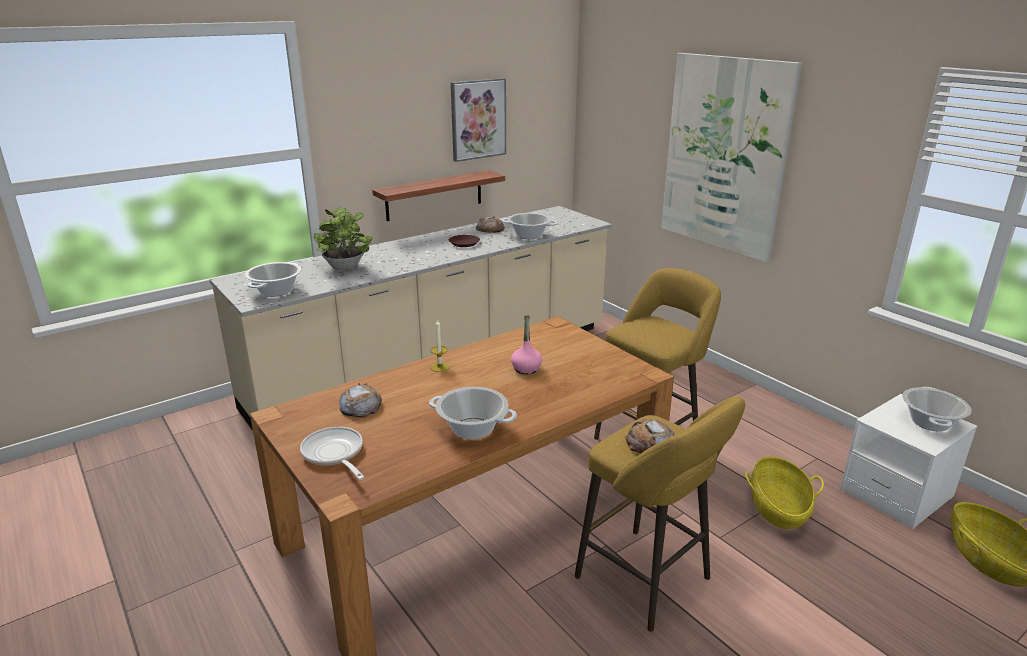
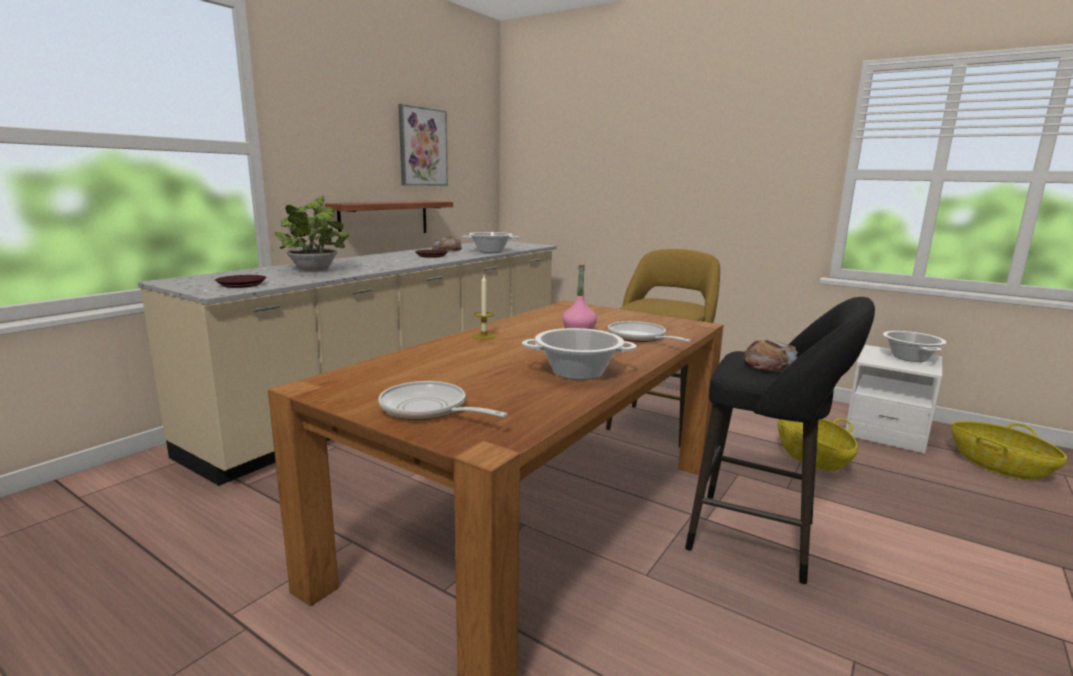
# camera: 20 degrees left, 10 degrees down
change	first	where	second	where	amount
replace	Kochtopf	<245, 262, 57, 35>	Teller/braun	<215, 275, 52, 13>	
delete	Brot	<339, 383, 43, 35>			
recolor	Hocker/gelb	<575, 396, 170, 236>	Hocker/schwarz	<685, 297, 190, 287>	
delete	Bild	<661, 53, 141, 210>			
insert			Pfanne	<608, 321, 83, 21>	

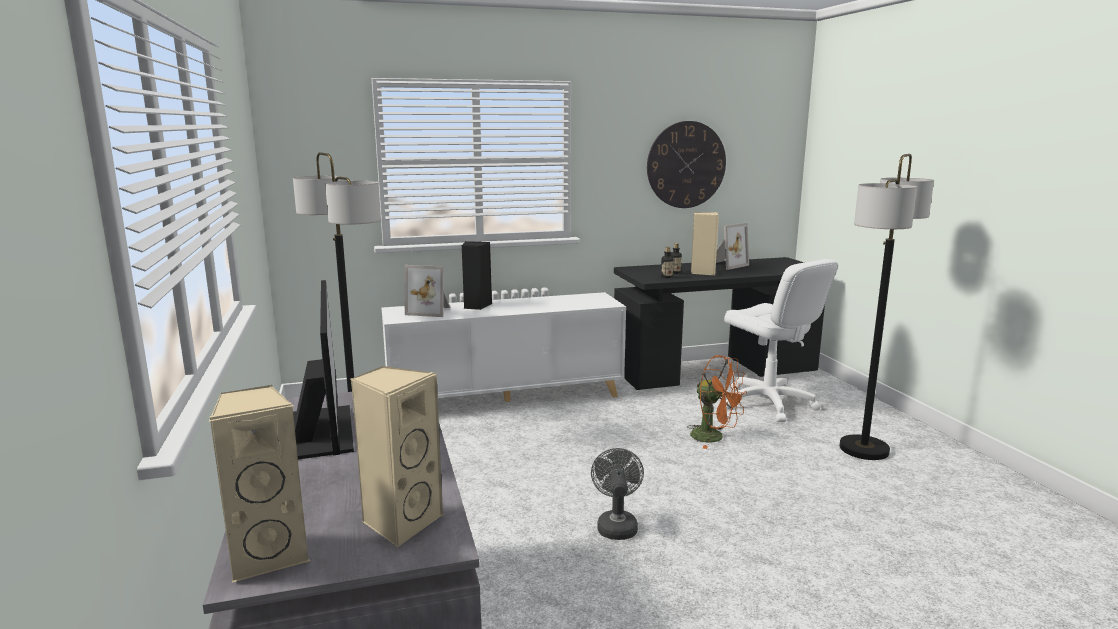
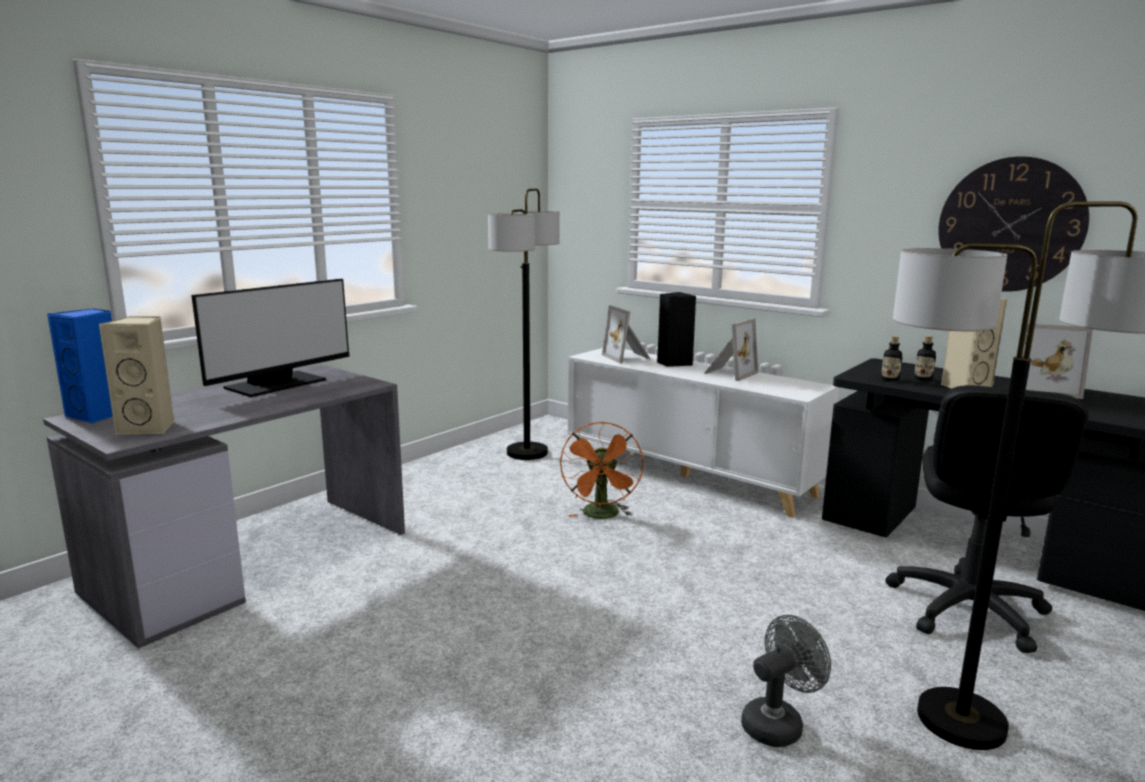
# camera: 55 degrees right, 0 degrees up
change	first	where	second	where	amount
recolor	Lautsprecher/beige	<209, 385, 101, 198>	Lautsprecher/blau	<47, 309, 66, 115>	
move	Ventilator/grau	<591, 448, 53, 92>		<741, 615, 90, 132>	
move	Ventilator/orange	<687, 355, 60, 94>		<560, 422, 83, 97>	
recolor	Bürostuhl/weiß	<724, 259, 114, 163>	Bürostuhl/schwarz	<885, 385, 204, 268>	
insert			Bilderrahmen	<704, 318, 54, 63>	

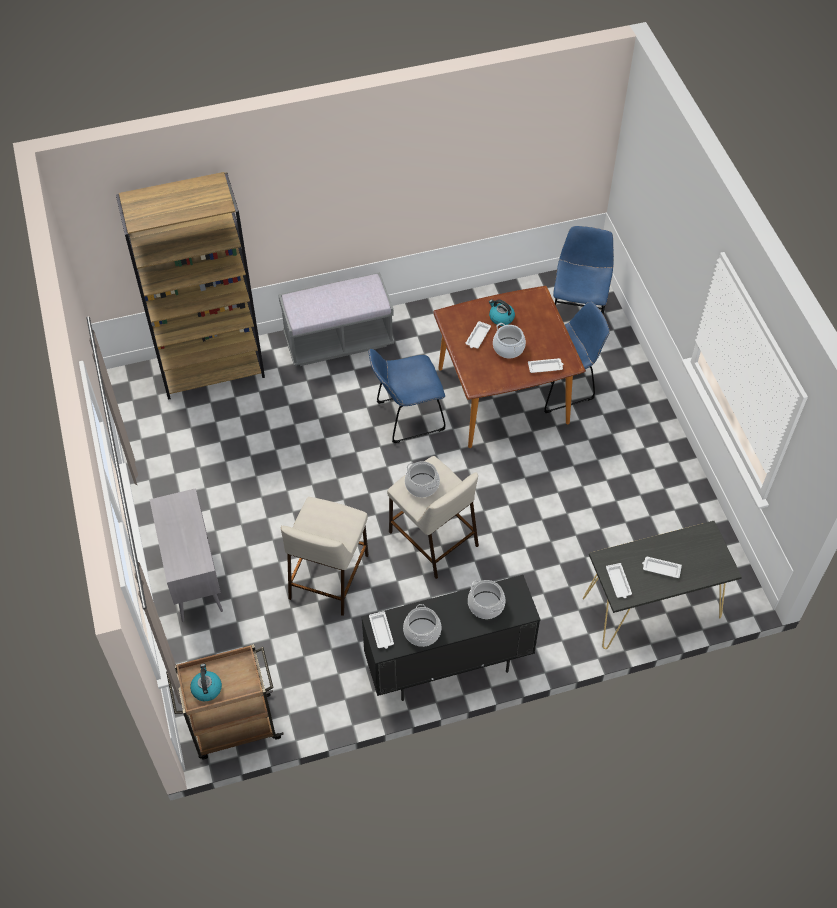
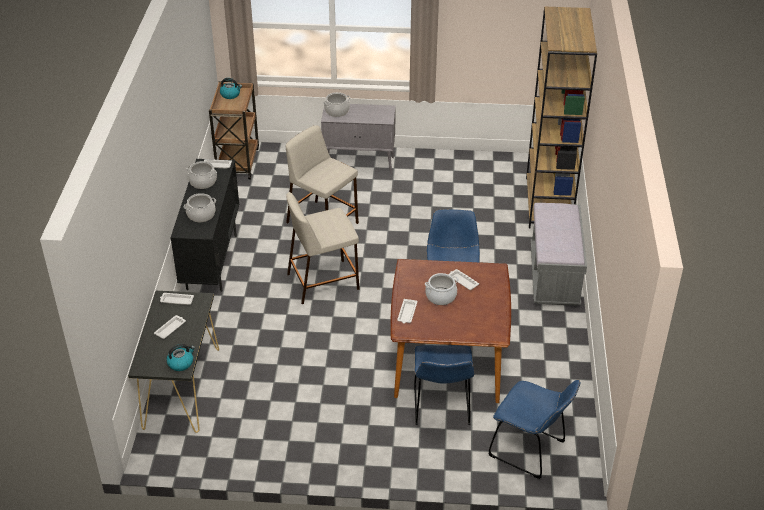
# camera: 110 degrees right, 15 degrees down
change	first	where	second	where	amount
move	Kochtopf	<405, 461, 35, 37>		<323, 92, 27, 25>	
move	Wasserkessel	<489, 299, 26, 27>		<166, 344, 29, 27>	

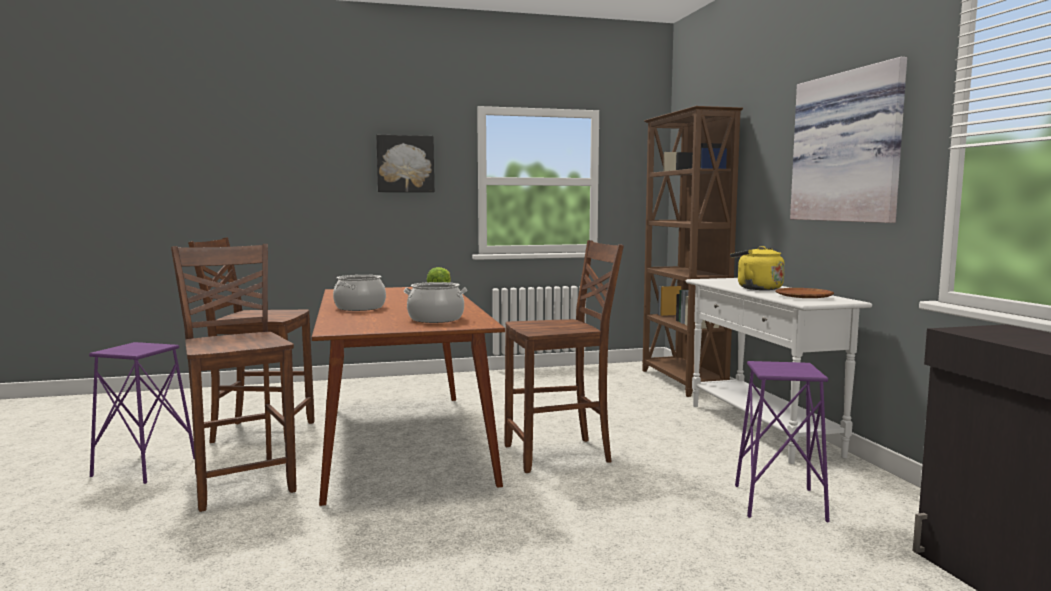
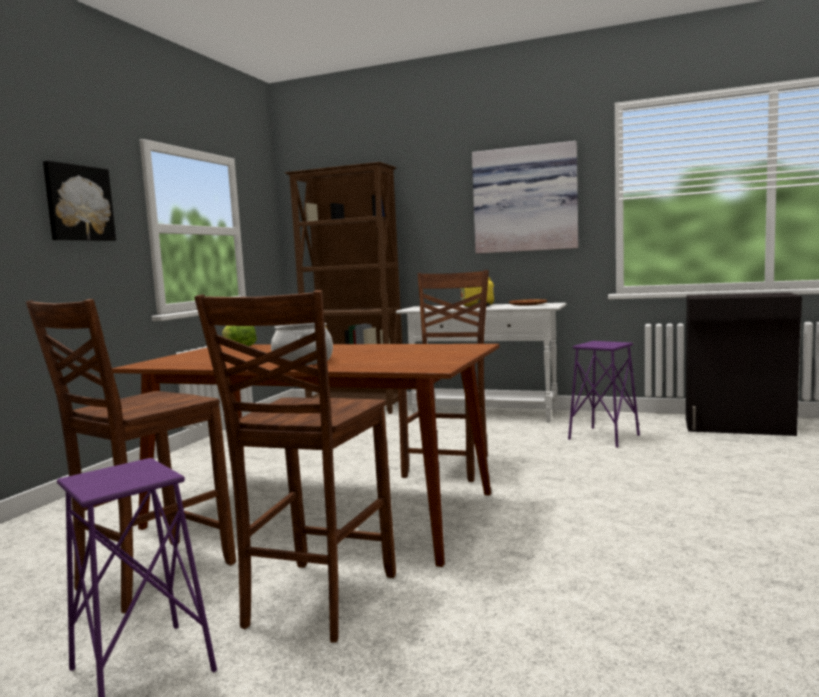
# camera: 55 degrees left, 0 degrees up
change	first	where	second	where	amount
rotate	Stuhl/braun	<171, 244, 125, 268>		<194, 290, 202, 353>	75 degrees counterclockwise
delete	Kochtopf	<403, 282, 64, 41>			

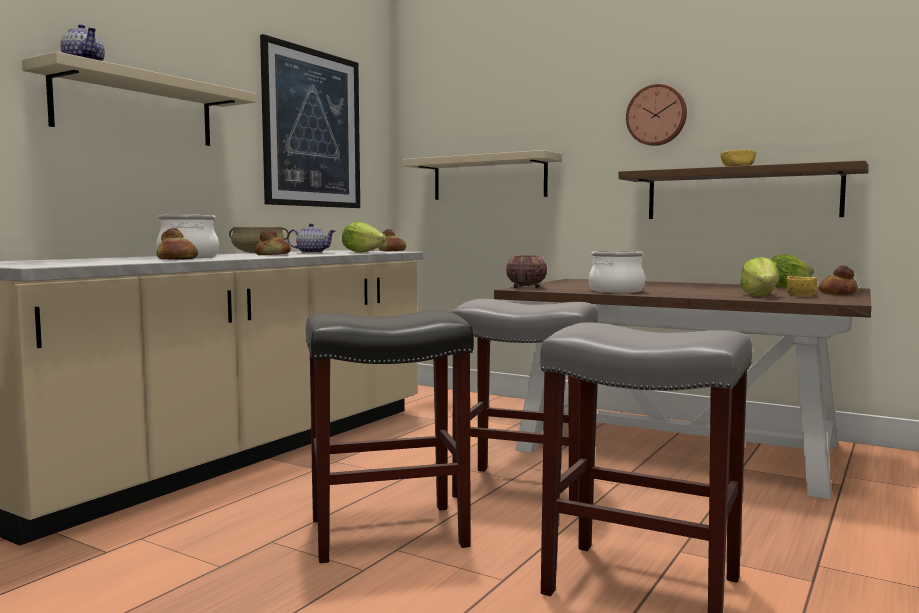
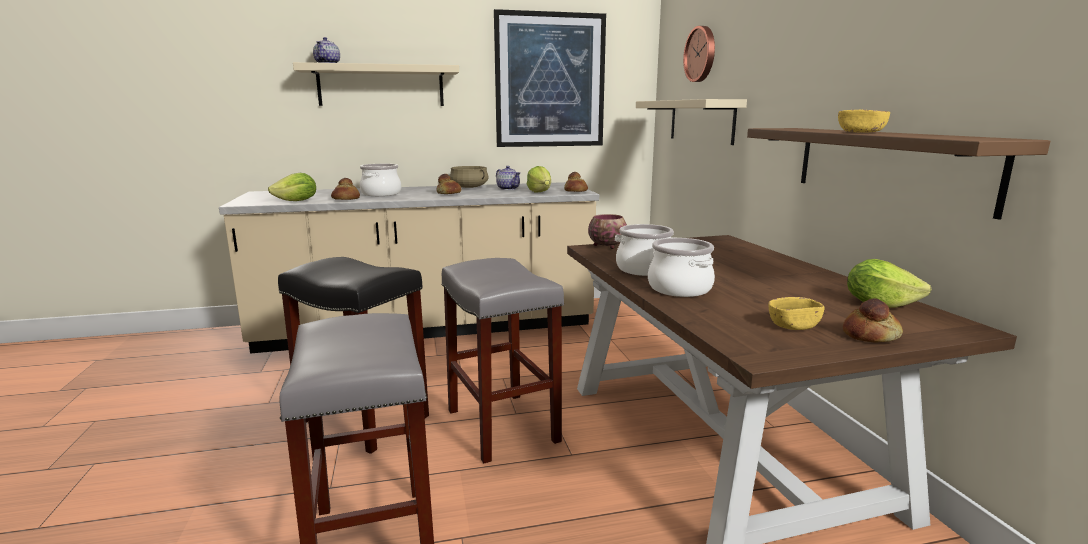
# camera: 45 degrees right, 10 degrees up
change	first	where	second	where	amount
move	Wanduhr	<626, 84, 61, 62>		<683, 26, 32, 56>	
move	Salatkopf	<740, 257, 39, 39>		<268, 173, 48, 28>	
insert			Kochtopf	<648, 238, 67, 59>	

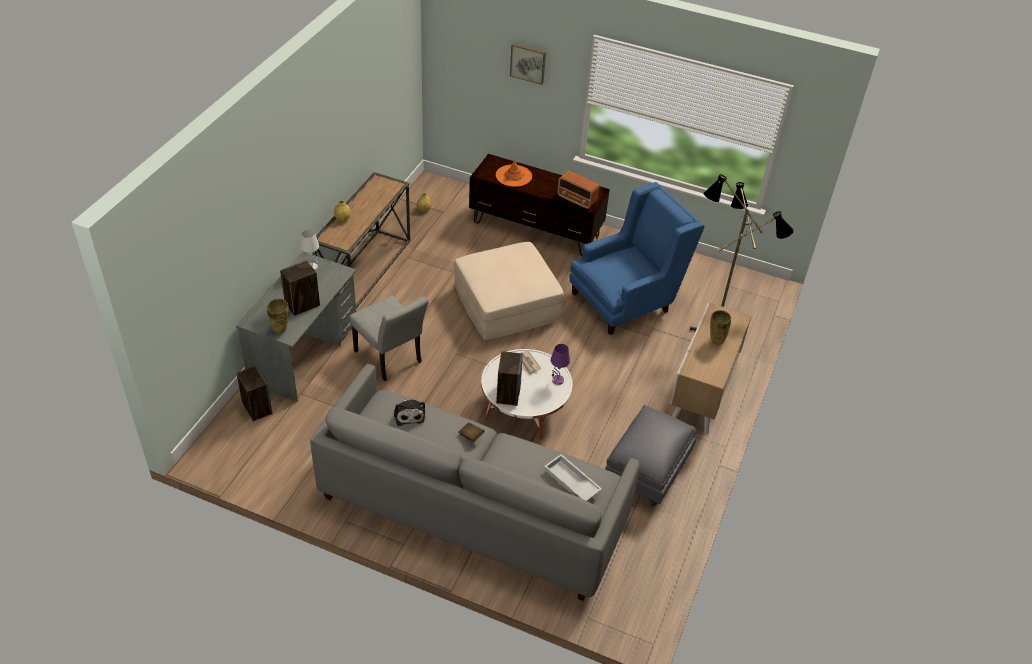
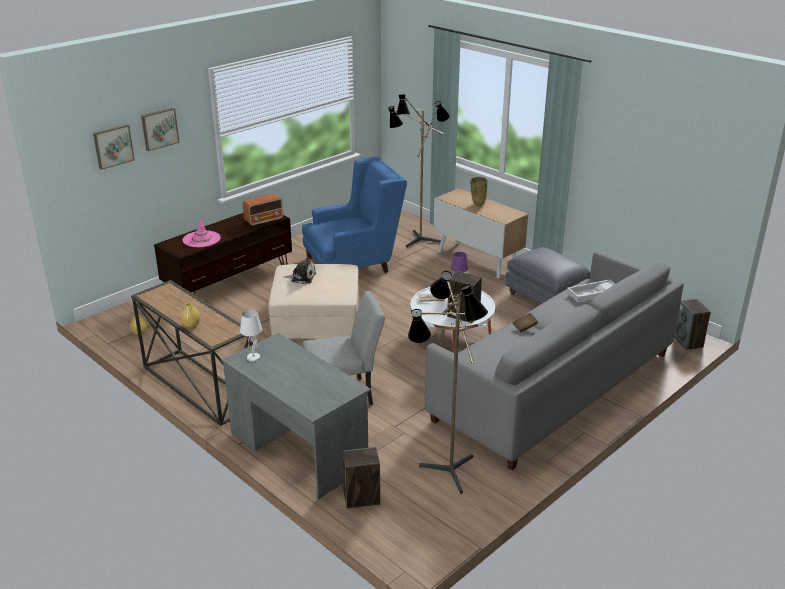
# camera: 65 degrees left, 15 degrees down
change	first	where	second	where	amount
delete	Vase/beige	<267, 299, 22, 34>			
move	Lautsprecher	<280, 260, 40, 56>		<674, 299, 37, 51>	
move	Plüschtier	<394, 398, 31, 28>		<284, 257, 32, 27>	
recolor	Hut/orange	<496, 159, 36, 28>	Hut/rosa	<183, 219, 38, 28>	
rotate	Sessel/blau	<570, 182, 135, 153>		<302, 157, 105, 116>	75 degrees clockwise
insert			Bild	<93, 125, 42, 45>	
insert			Stehlampe	<408, 271, 80, 223>	

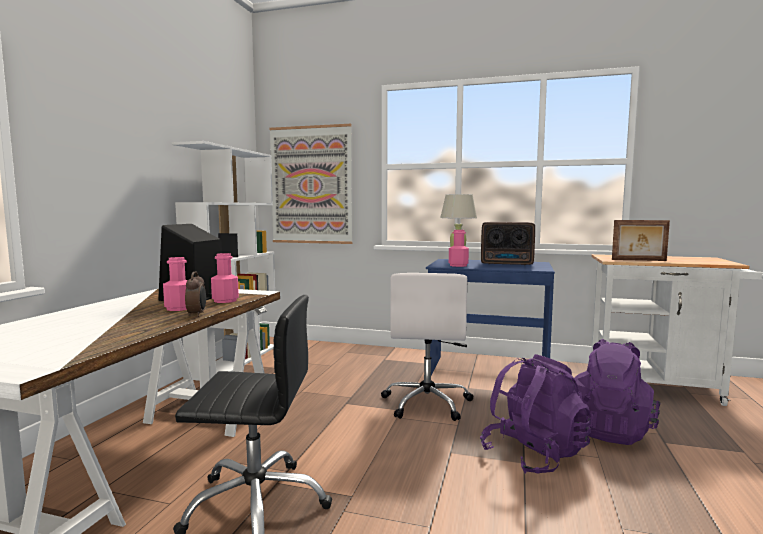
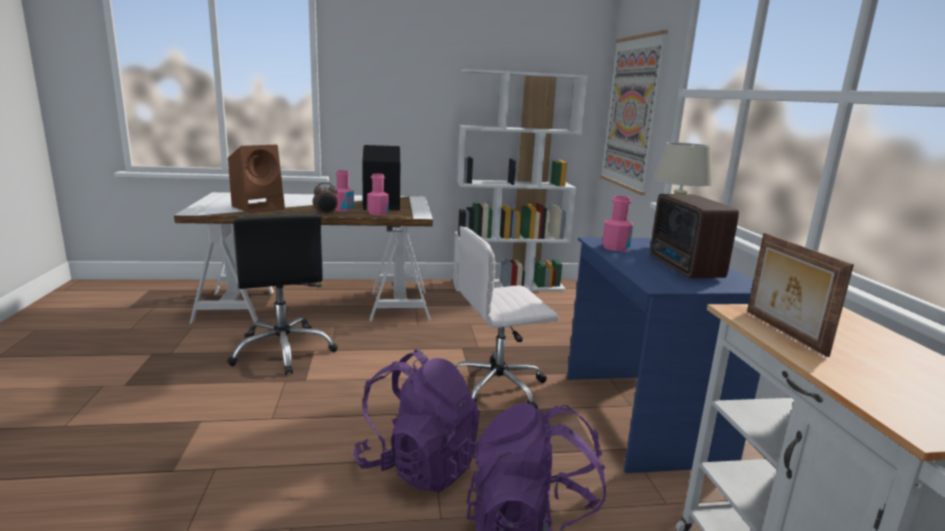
# camera: 65 degrees right, 10 degrees up
change	first	where	second	where	amount
insert			Lautsprecher/braun	<228, 145, 57, 68>	

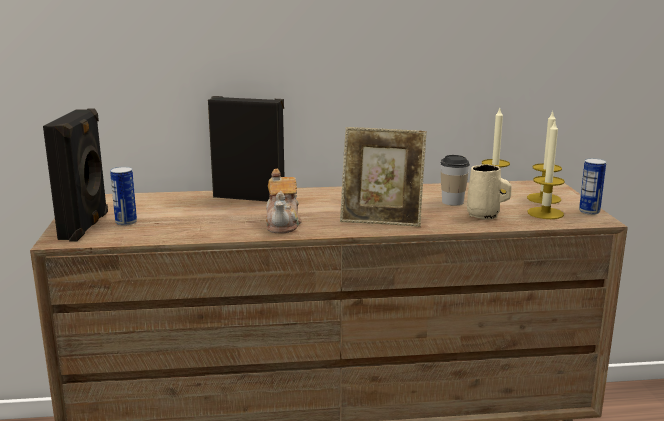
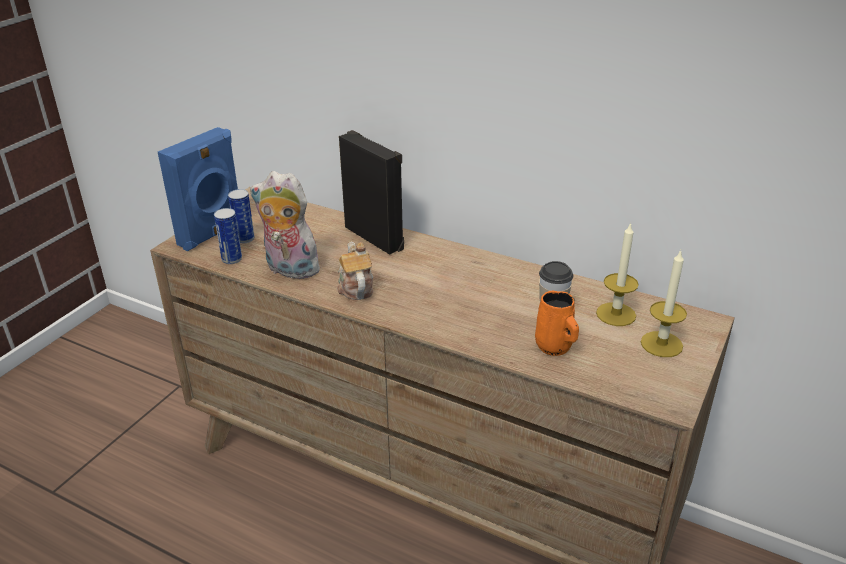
# camera: 35 degrees right, 15 degrees up
change	first	where	second	where	amount
recolor	Lautsprecher/schwarz	<43, 108, 65, 134>	Lautsprecher/blau	<158, 127, 80, 124>	
rotate	Teekanne	<266, 169, 35, 64>		<337, 242, 36, 58>	135 degrees clockwise
delete	Bilderrahmen	<340, 127, 87, 100>			
recolor	Henkelbecher/beige	<467, 164, 45, 56>	Henkelbecher/orange	<535, 291, 44, 65>	
delete	Kerze	<527, 121, 38, 98>			
move	Dose	<579, 158, 27, 57>		<214, 208, 28, 56>	
insert			Plüschtier	<250, 171, 70, 108>	

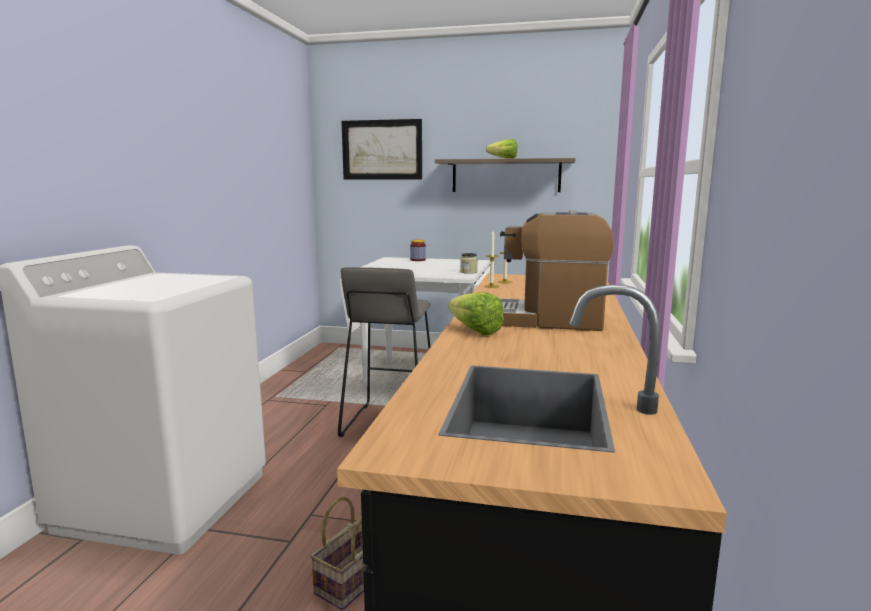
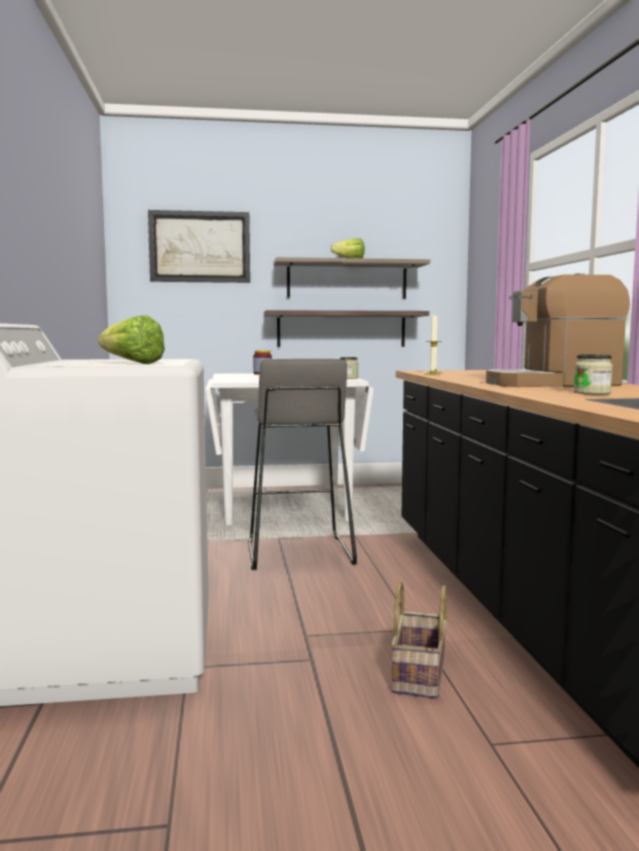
# camera: 20 degrees left, 5 degrees down
change	first	where	second	where	amount
move	Salatkopf	<448, 292, 56, 43>		<98, 315, 67, 49>	
insert			Wandregal	<264, 310, 165, 37>	
insert			Vorratsglas	<573, 354, 40, 40>	

